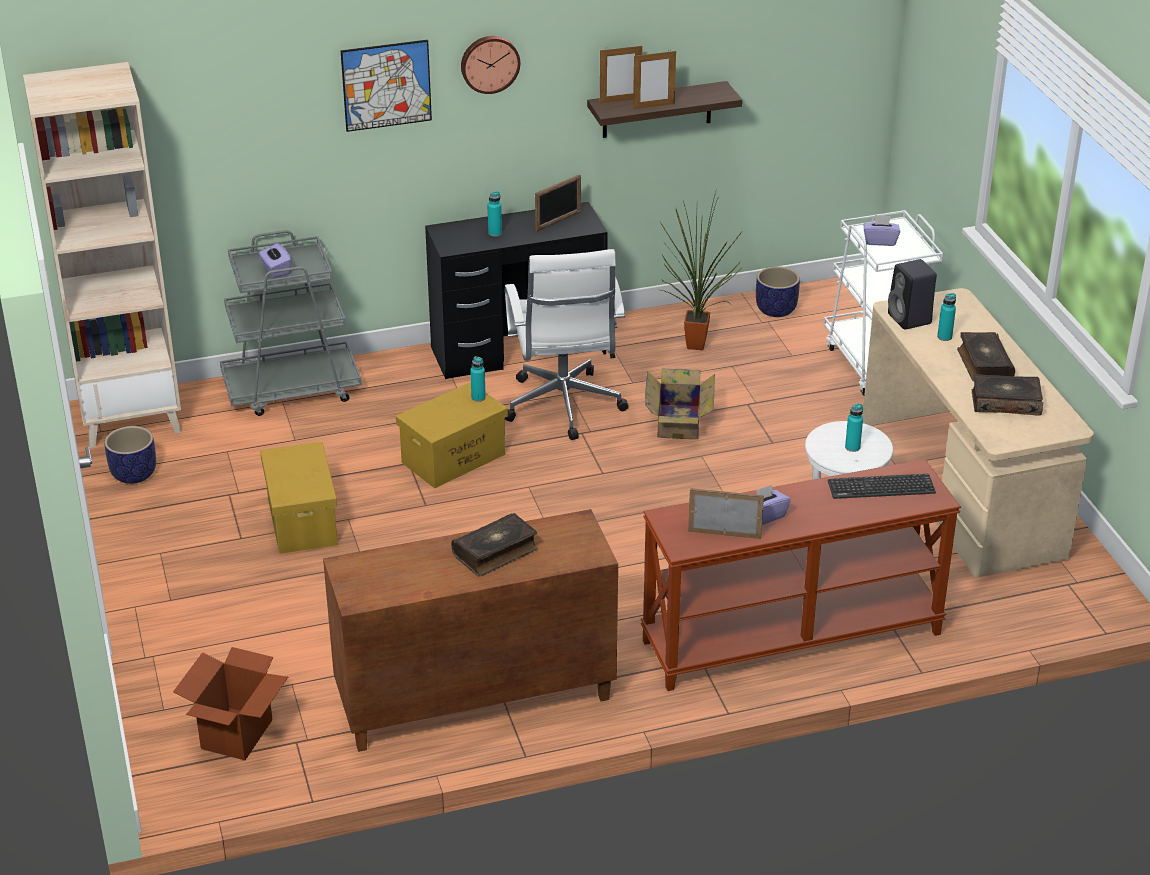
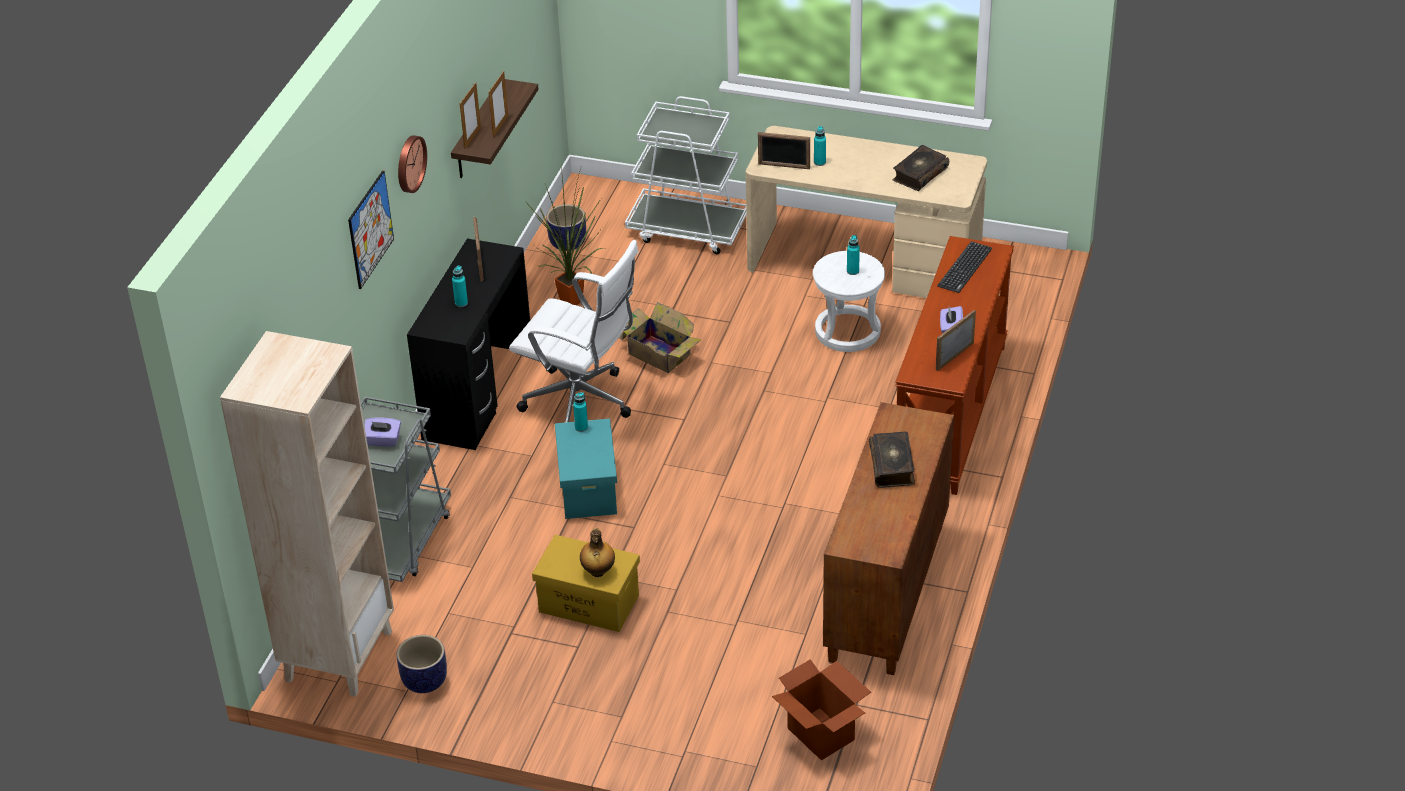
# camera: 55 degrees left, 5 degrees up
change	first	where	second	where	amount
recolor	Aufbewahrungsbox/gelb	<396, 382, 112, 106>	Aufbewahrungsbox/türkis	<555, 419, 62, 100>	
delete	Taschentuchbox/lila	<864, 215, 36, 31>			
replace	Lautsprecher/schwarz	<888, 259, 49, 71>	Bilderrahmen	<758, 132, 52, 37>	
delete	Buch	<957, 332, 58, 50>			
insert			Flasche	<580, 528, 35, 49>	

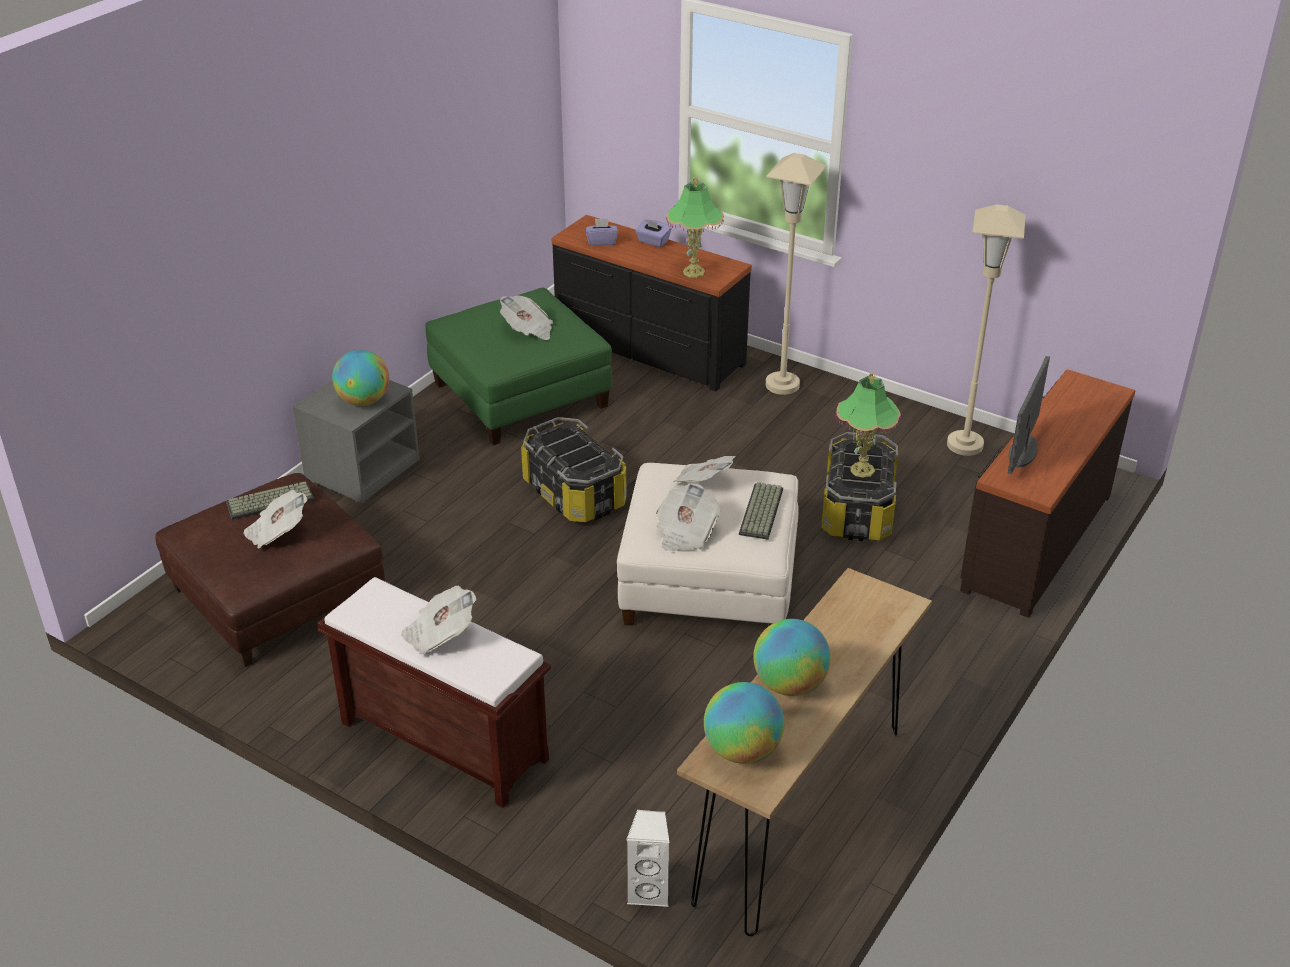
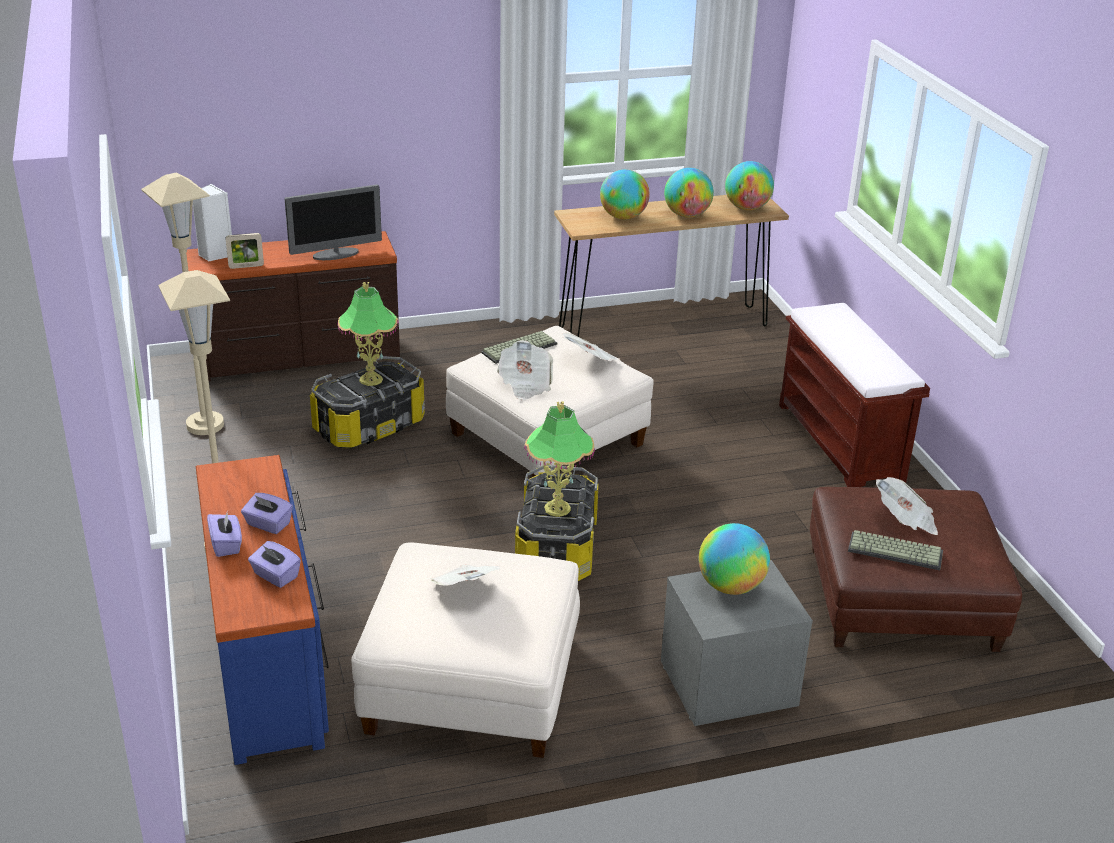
# camera: 140 degrees left, 5 degrees down
change	first	where	second	where	amount
delete	Zeitung	<401, 585, 75, 70>			
recolor	Polsterhocker/grün	<425, 287, 187, 158>	Polsterhocker/weiß	<351, 542, 229, 216>	
recolor	Kommode/schwarz	<552, 215, 200, 176>	Kommode/blau	<196, 455, 133, 310>	
move	Lautsprecher/weiß	<626, 810, 43, 97>		<193, 184, 39, 78>	
move	Tischlampe	<666, 177, 58, 101>		<524, 401, 71, 116>	
insert			Bilderrahmen	<225, 233, 39, 36>	
insert			Taschentuchbox/lila	<241, 493, 52, 41>	
insert			Globus	<600, 169, 50, 50>	

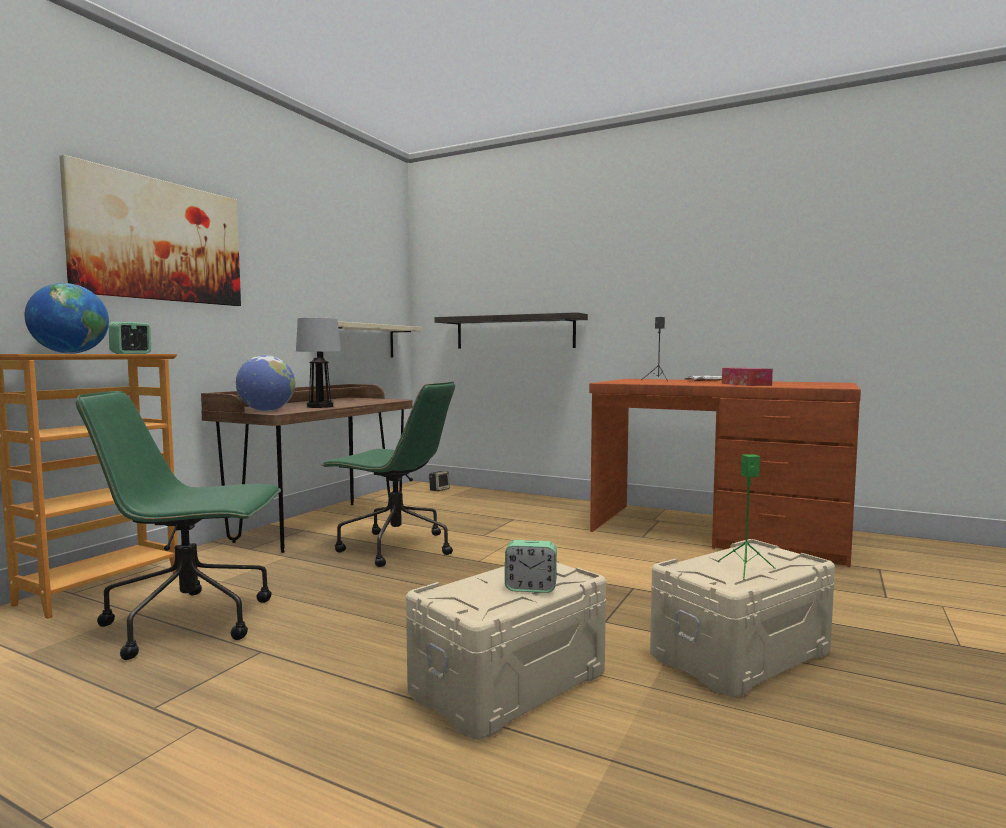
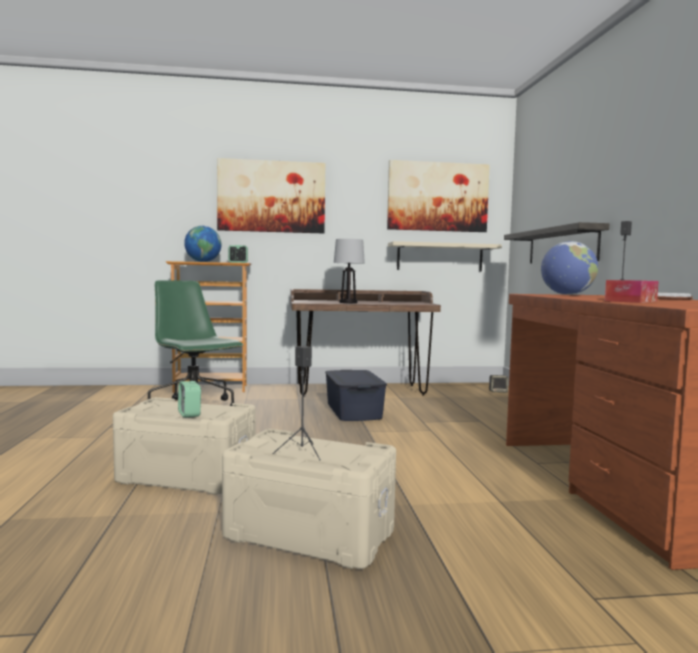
# camera: 55 degrees right, 0 degrees up
change	first	where	second	where	amount
move	Globus	<236, 355, 59, 56>		<541, 241, 57, 54>	
replace	Bürostuhl/grün	<321, 381, 134, 186>	Aufbewahrungsbox/blau	<325, 370, 62, 51>	
recolor	Lautsprecher/grün	<718, 454, 58, 126>	Lautsprecher/schwarz	<273, 346, 48, 114>	
insert			Bild	<387, 160, 103, 72>	

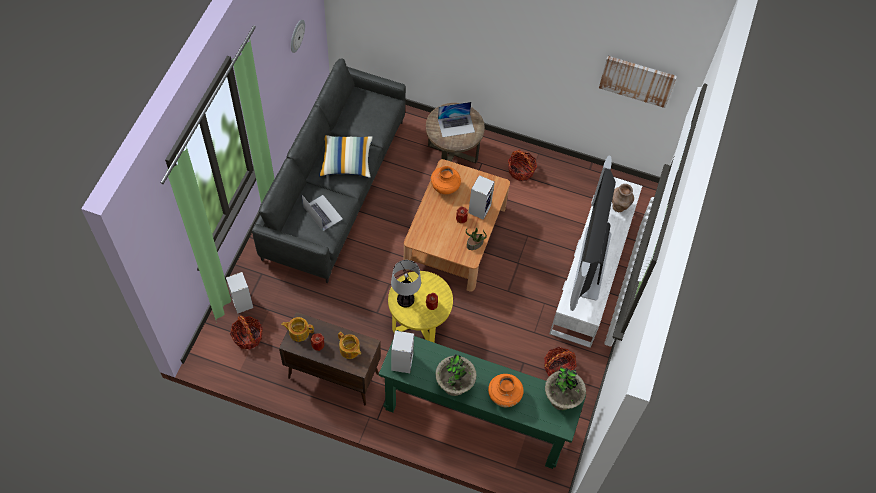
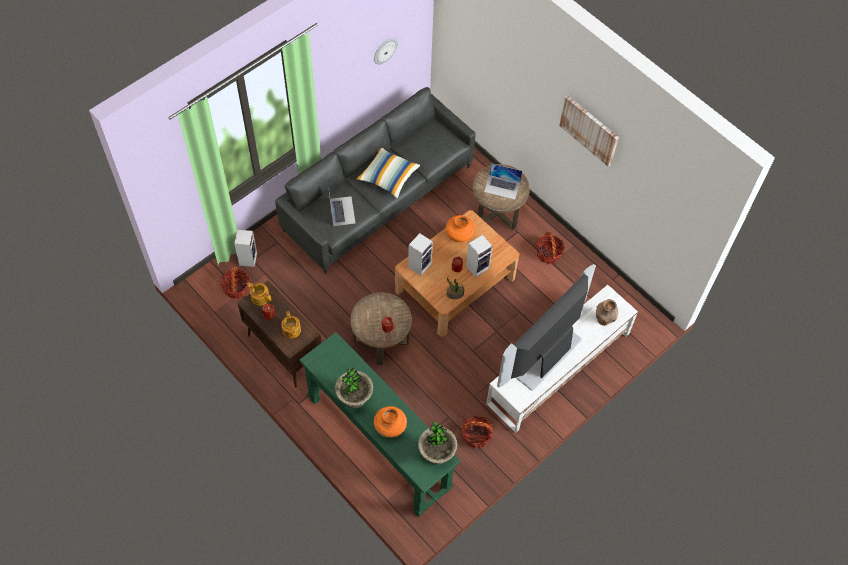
# camera: 30 degrees right, 0 degrees up
change	first	where	second	where	amount
recolor	Beistelltisch/gelb	<388, 271, 65, 71>	Beistelltisch/braun	<350, 292, 62, 73>	
delete	Tischlampe	<391, 260, 30, 48>			
move	Lautsprecher	<391, 331, 23, 42>		<408, 233, 25, 43>	
move	Bild	<599, 56, 78, 52>		<559, 95, 60, 72>	

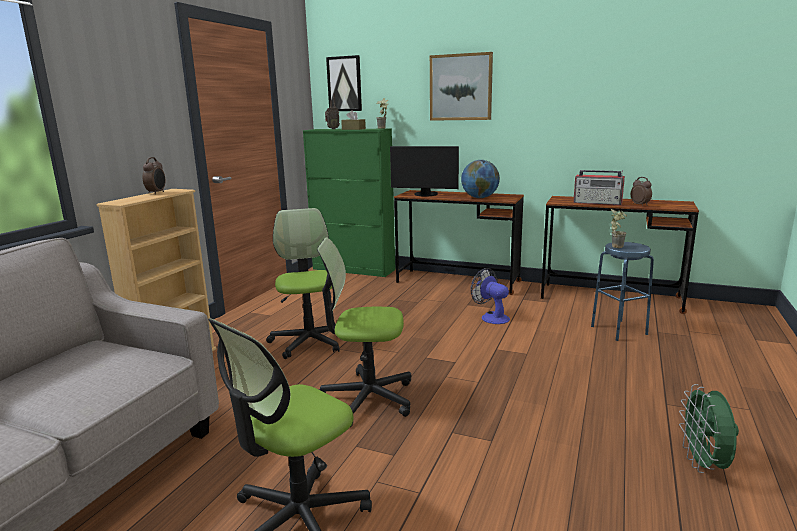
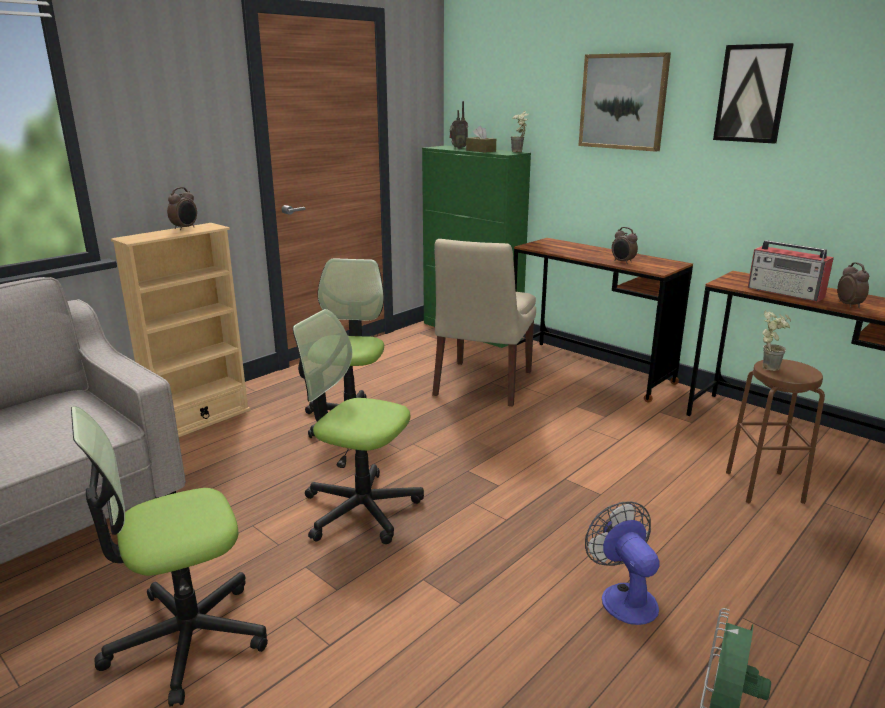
# camera: 20 degrees right, 5 degrees up
change	first	where	second	where	amount
move	Bild	<326, 55, 36, 56>		<713, 43, 81, 101>	
delete	Monitor	<390, 146, 69, 51>			
replace	Globus	<461, 160, 39, 38>	Wecker	<612, 227, 26, 37>	
move	Ventilator	<471, 268, 39, 56>		<585, 501, 75, 124>	
recolor	Hocker/blau	<591, 242, 63, 99>	Hocker/braun	<726, 359, 99, 145>	
insert			Stuhl/beige	<432, 239, 104, 168>	

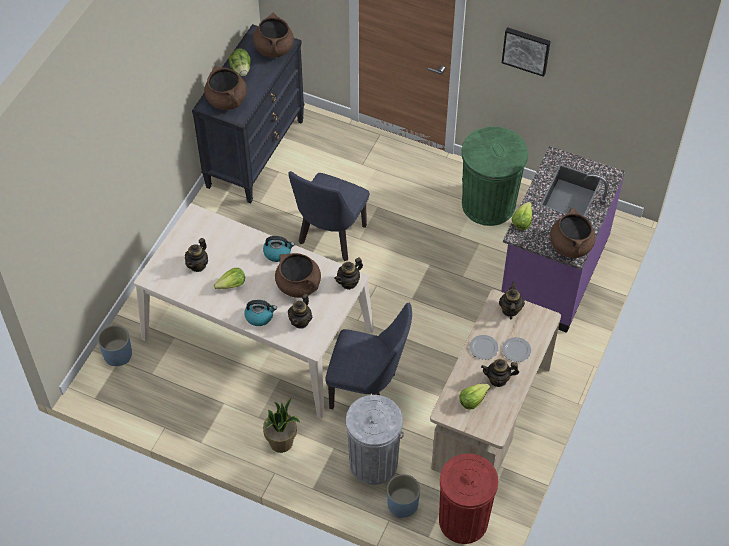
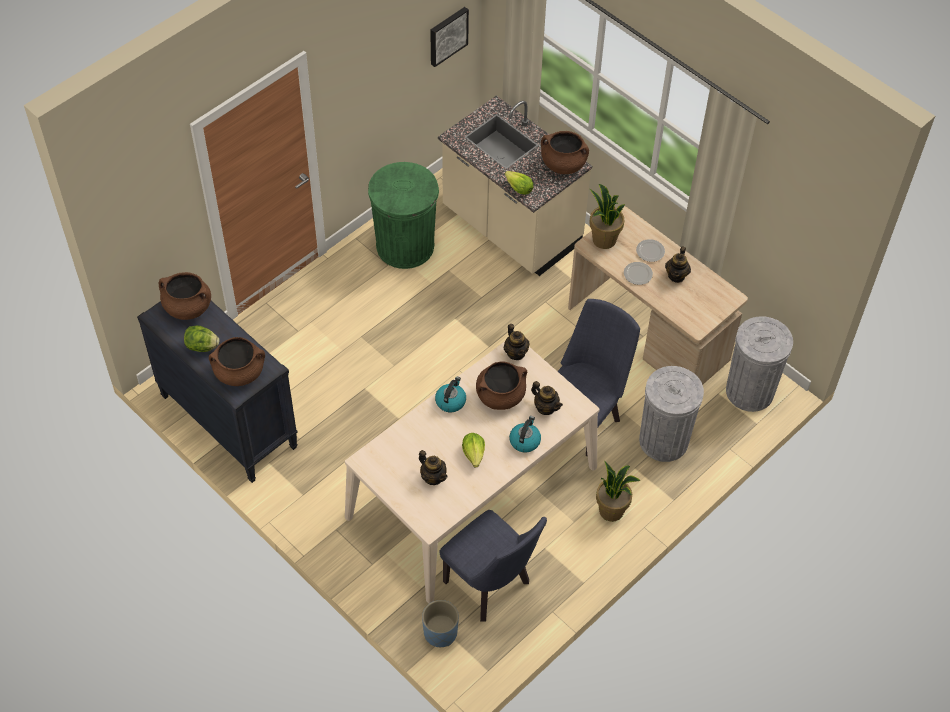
# camera: 70 degrees left, 0 degrees up
change	first	where	second	where	amount
move	Stuhl/blau	<288, 171, 81, 90>		<439, 510, 108, 112>	
delete	Pflanzkübel/blau	<387, 474, 33, 44>			
recolor	Mülleimer/rot	<439, 453, 59, 91>	Mülleimer/grau	<726, 316, 67, 96>	
delete	Salatkopf	<459, 384, 31, 26>			
replace	Teekanne	<499, 282, 26, 37>	Topfpflanze	<589, 184, 36, 65>	
recolor	Küchenzeile/lila	<501, 146, 124, 187>	Küchenzeile/beige	<438, 95, 154, 181>	
move	Bild	<502, 27, 49, 50>		<430, 7, 39, 60>	

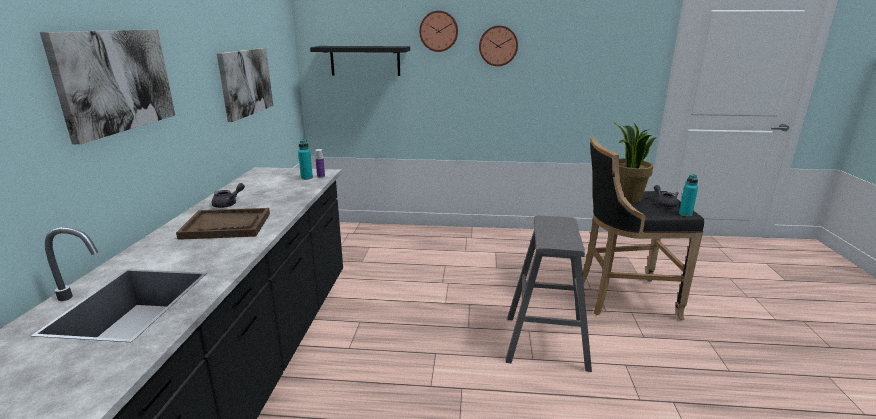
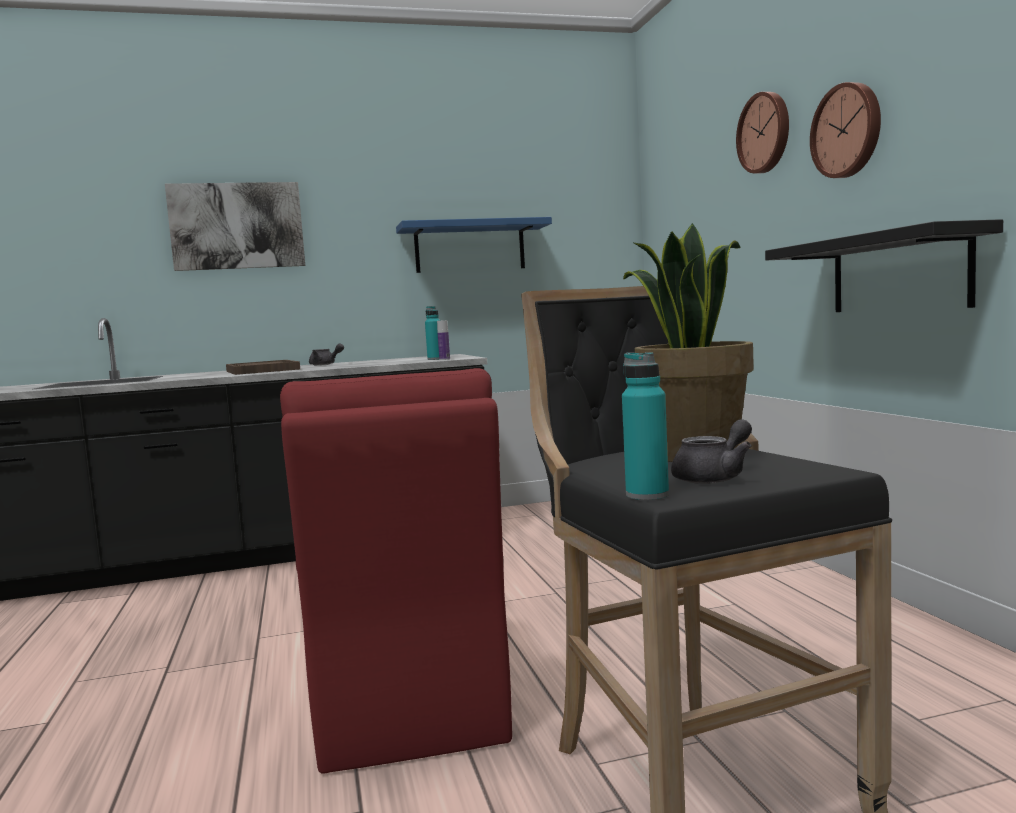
# camera: 70 degrees right, 15 degrees down
change	first	where	second	where	amount
replace	Bild	<217, 48, 56, 74>	Wandregal/blau	<396, 217, 156, 56>	
move	Wandregal/schwarz	<310, 46, 100, 30>		<765, 219, 238, 93>	
replace	Hocker/grau	<505, 216, 87, 156>	Stuhl/rot	<280, 368, 232, 406>	

